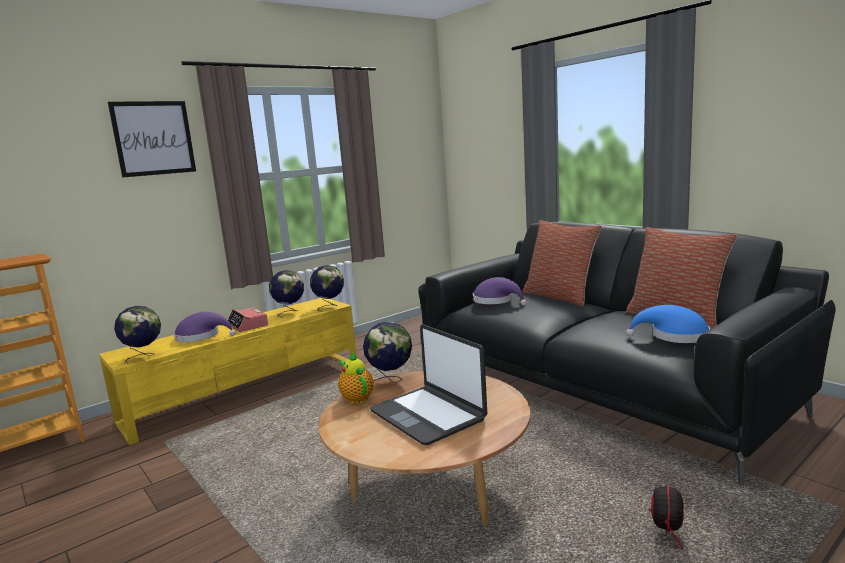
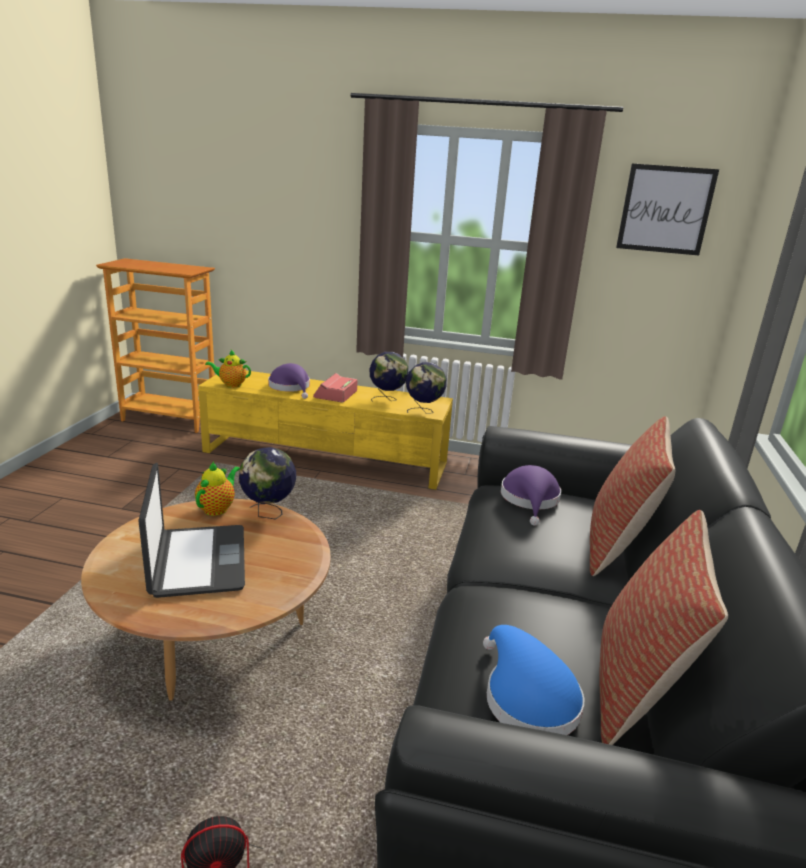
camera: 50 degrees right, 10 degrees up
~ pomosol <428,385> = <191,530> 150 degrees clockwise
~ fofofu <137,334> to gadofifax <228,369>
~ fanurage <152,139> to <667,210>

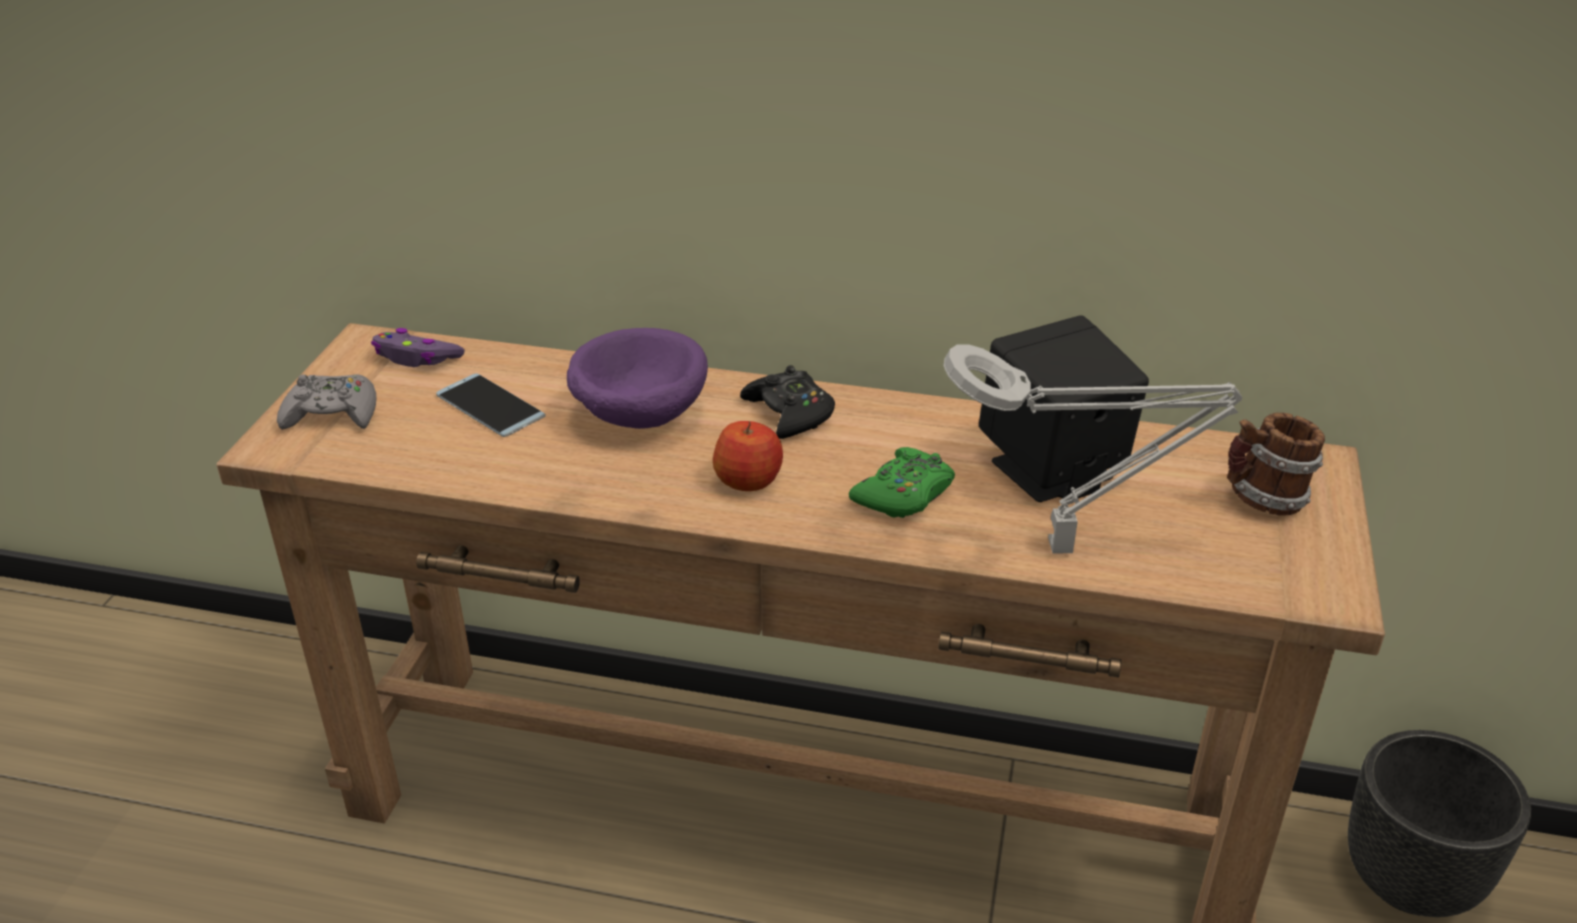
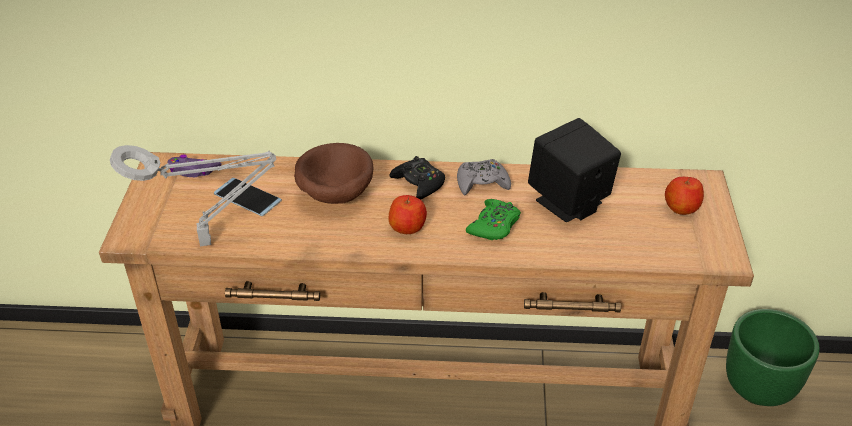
camera: 10 degrees left, 5 degrees up
~ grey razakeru <1092,449> to <193,195>
~ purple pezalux <637,378> to brown pezalux <333,173>
~ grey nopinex <326,402> to <484,177>
~ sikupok <1276,464> to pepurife <684,196>
~ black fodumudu <1439,823> to green fodumudu <773,357>

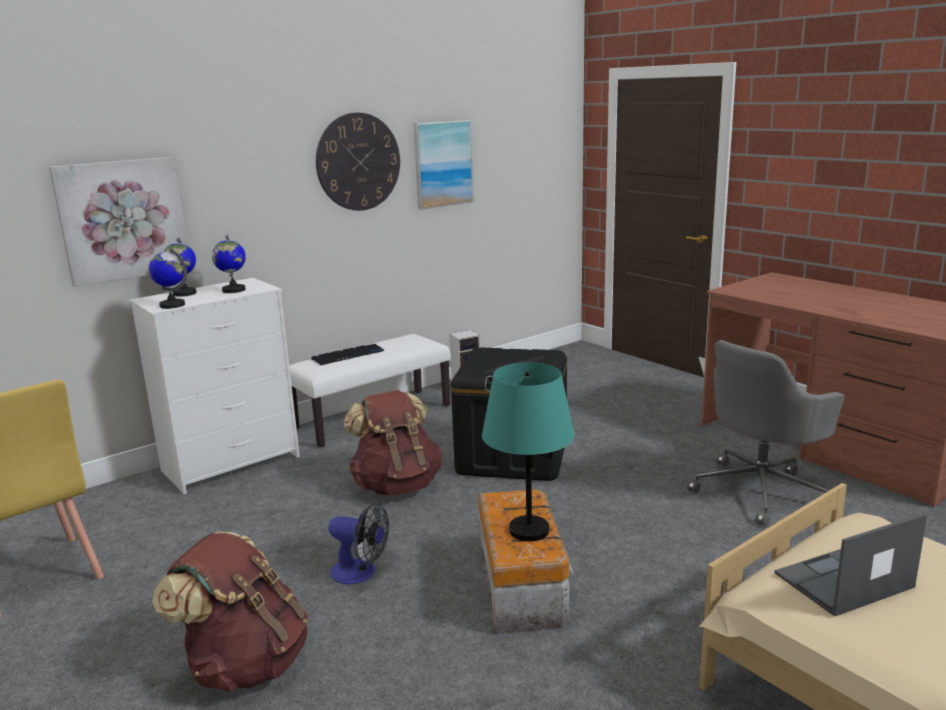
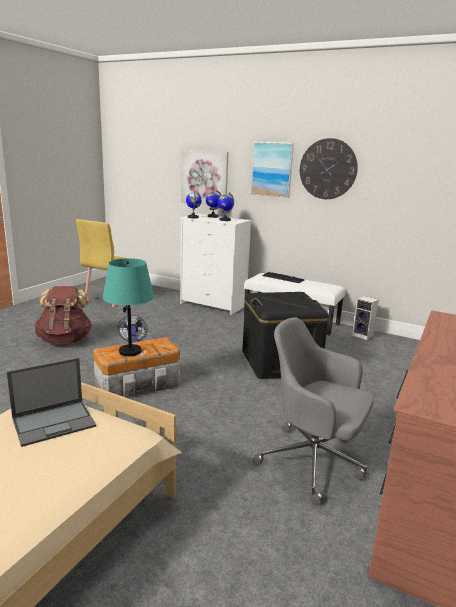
camera: 65 degrees right, 0 degrees up
~ pomosol <850,565> = <51,402> 105 degrees clockwise
~ fanurage <443,165> to <272,170>
- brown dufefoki <393,443>

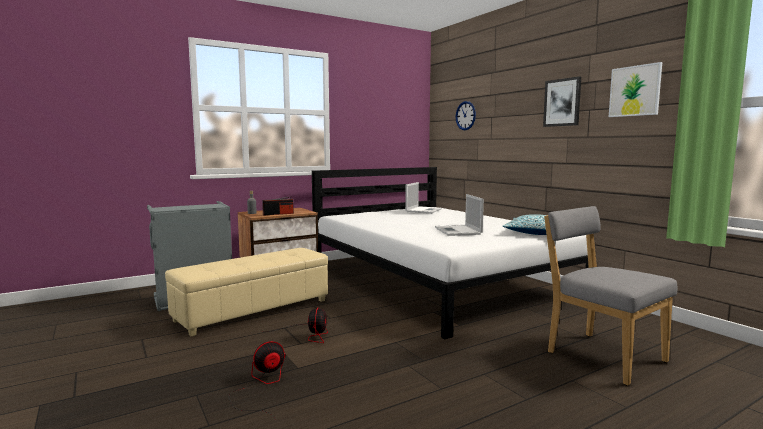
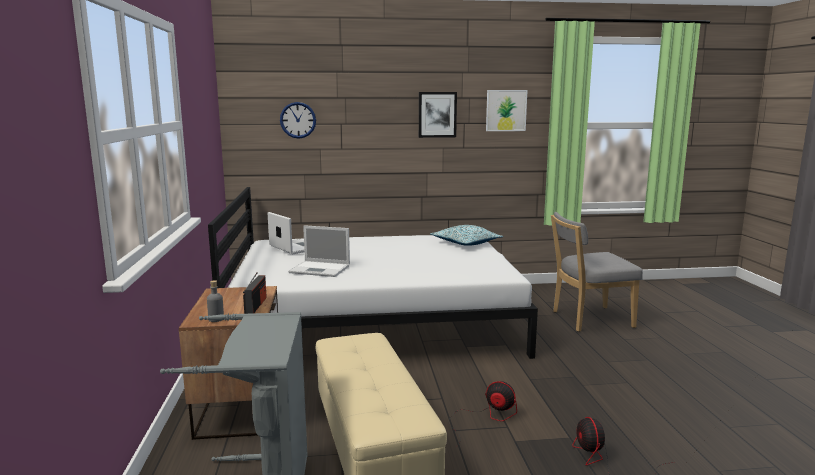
camera: 65 degrees left, 5 degrees up
~ pomosol <459,215> to <319,251>

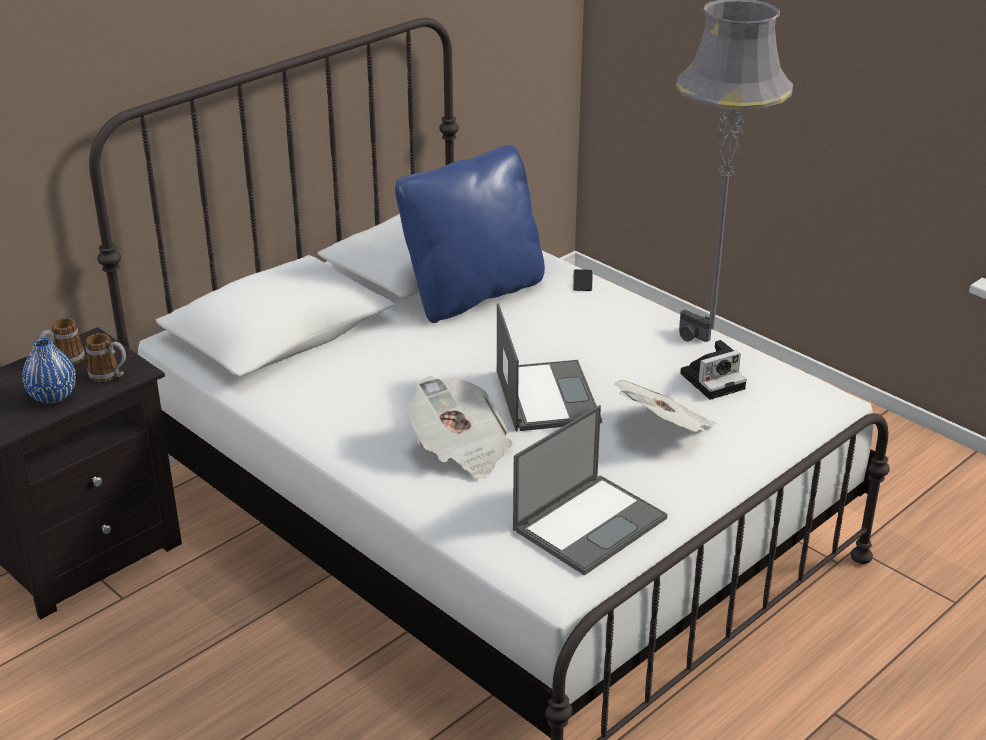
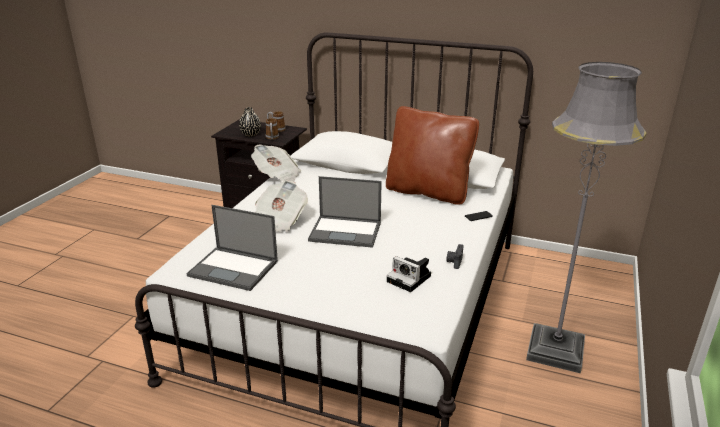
camera: 65 degrees right, 5 degrees down
~ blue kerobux <49,371> to black kerobux <250,121>
~ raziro <665,406> to <276,162>
~ pomosol <549,367> = <345,212> 45 degrees clockwise
~ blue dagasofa <470,234> to brown dagasofa <432,155>

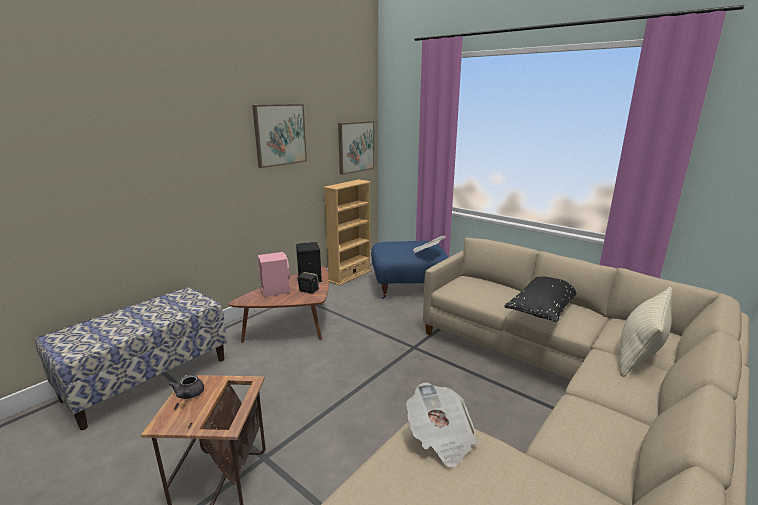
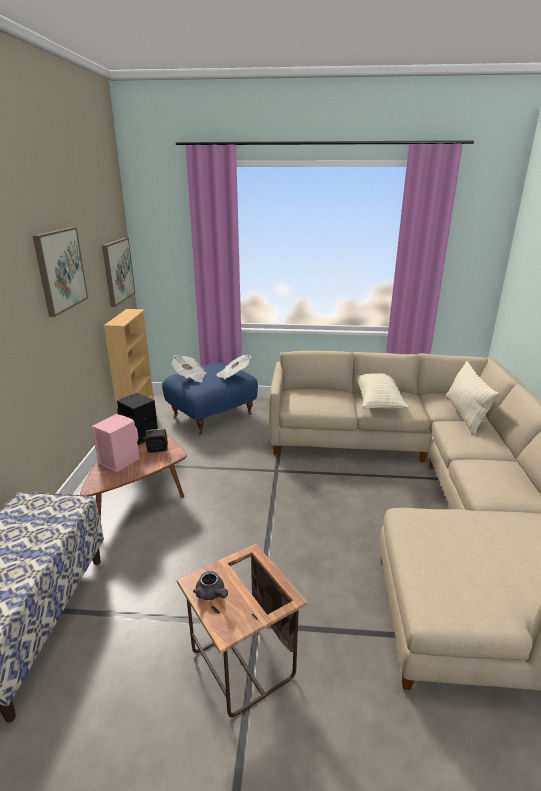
camera: 35 degrees left, 5 degrees up
~ raziro <442,425> to <189,368>
~ black dagasofa <540,299> to beige dagasofa <382,391>

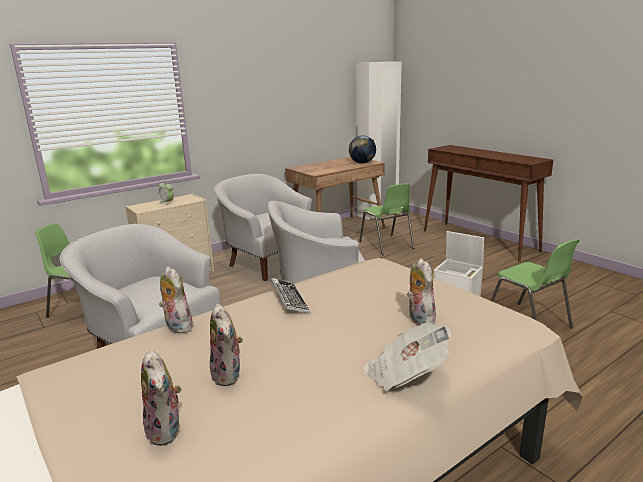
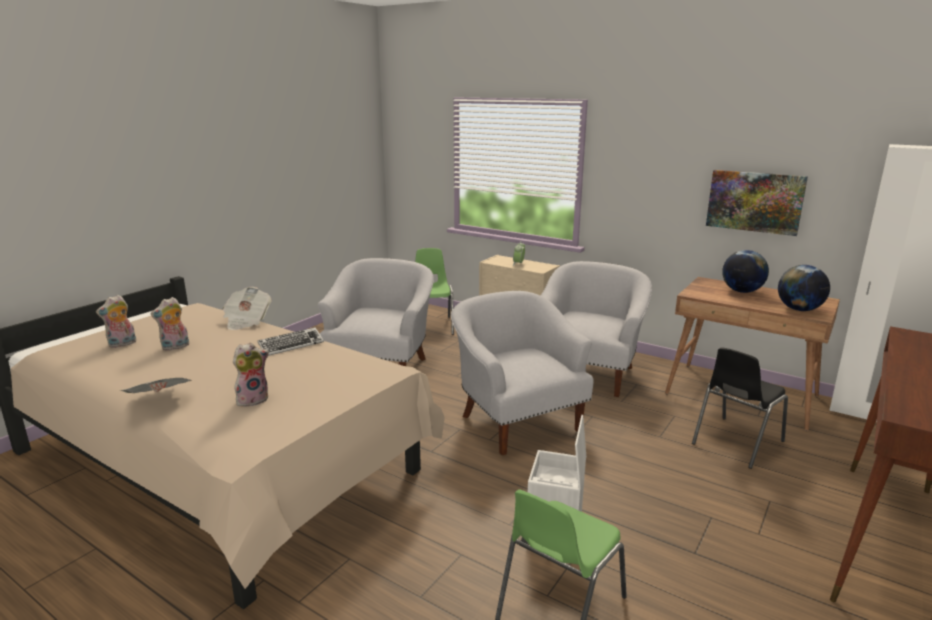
camera: 70 degrees right, 0 degrees up
~ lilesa <176,300> to raziro <247,308>
~ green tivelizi <386,219> to black tivelizi <740,408>
+ fanurage <757,203>
+ fofofu <745,271>

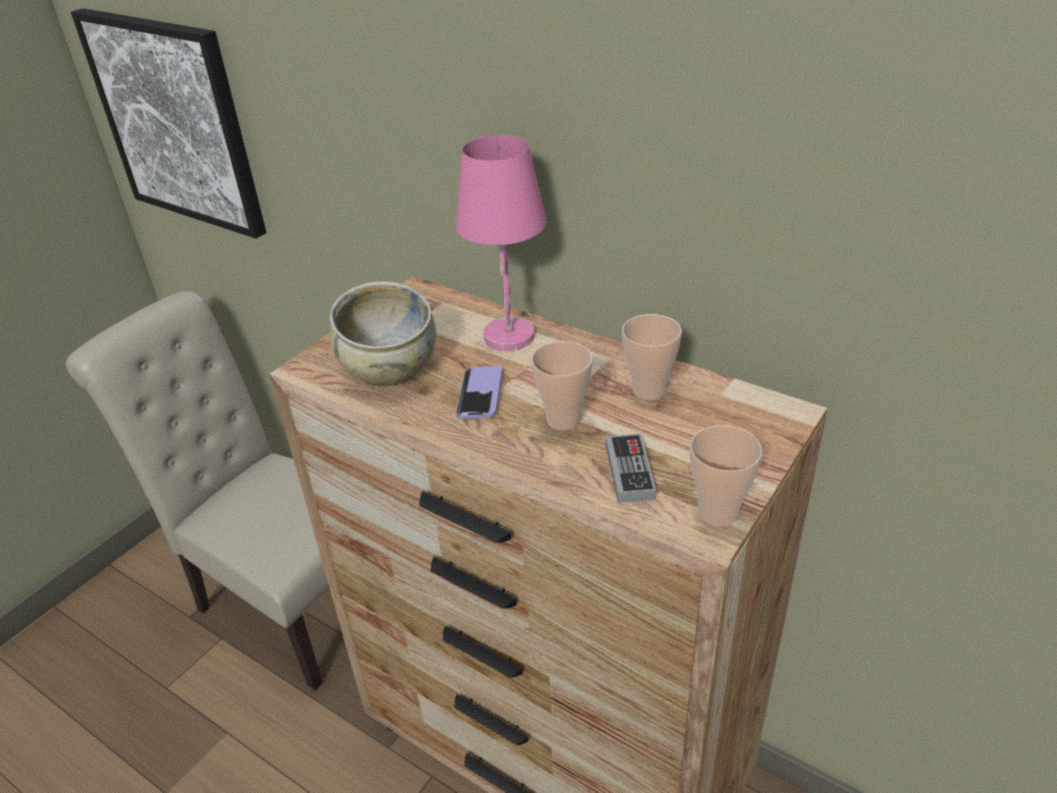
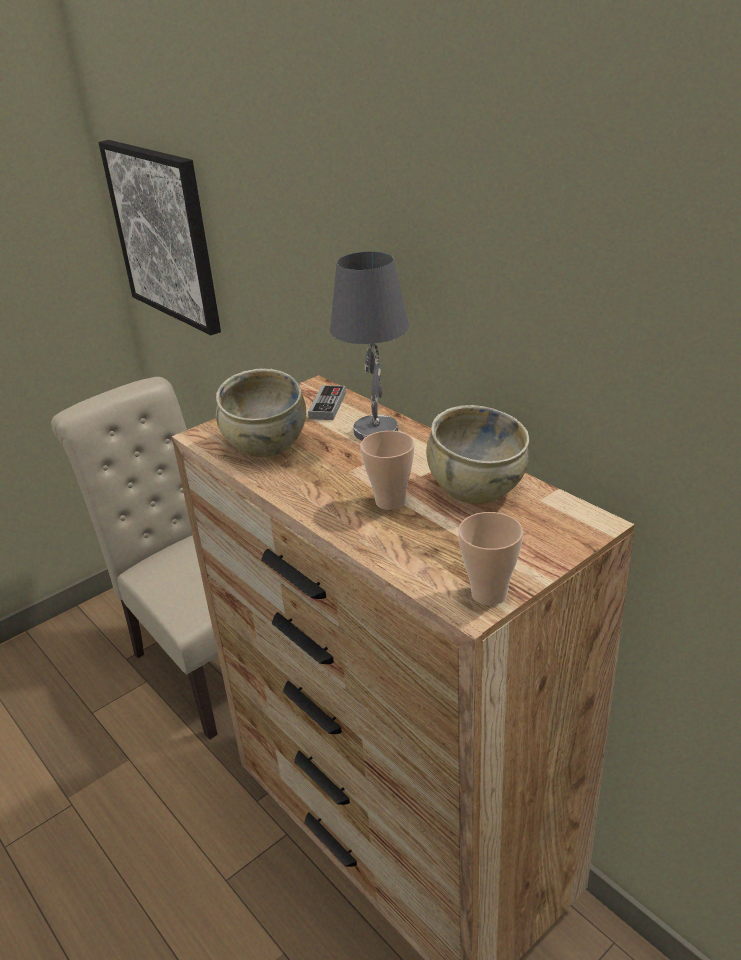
camera: 15 degrees right, 5 degrees down
~ nopinex <631,468> to <327,402>
~ pink razakeru <501,243> to grey razakeru <369,345>
~ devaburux <652,357> to beige pezalux <477,454>
- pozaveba <479,392>

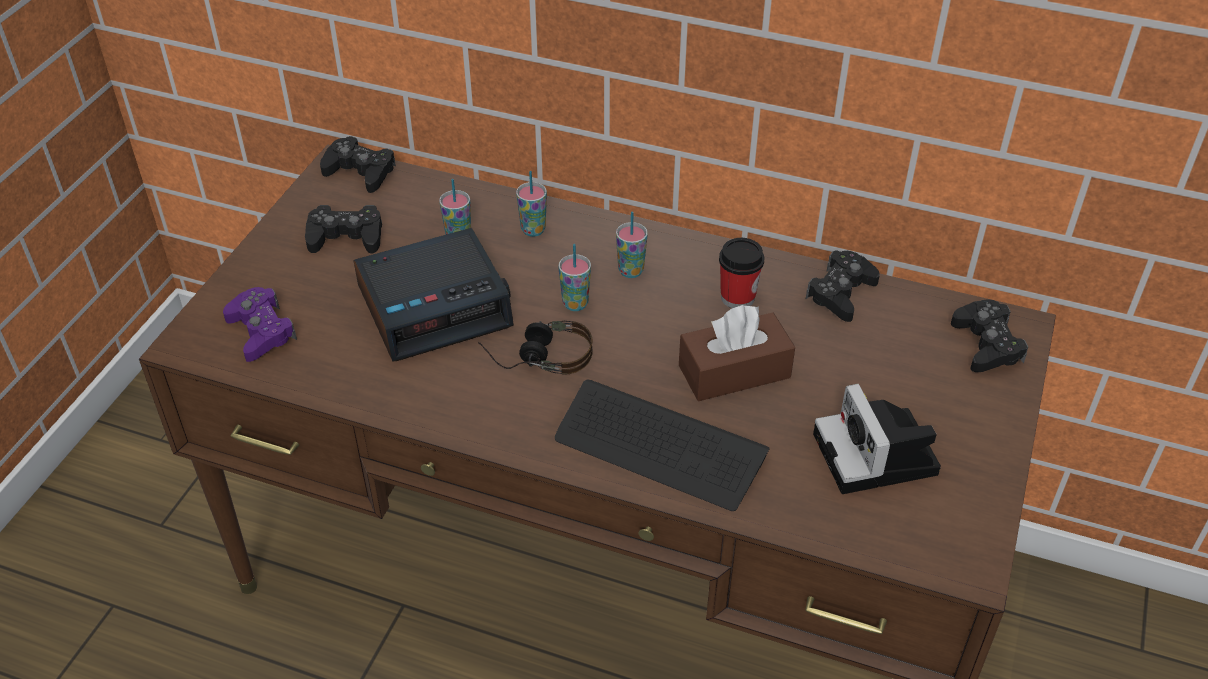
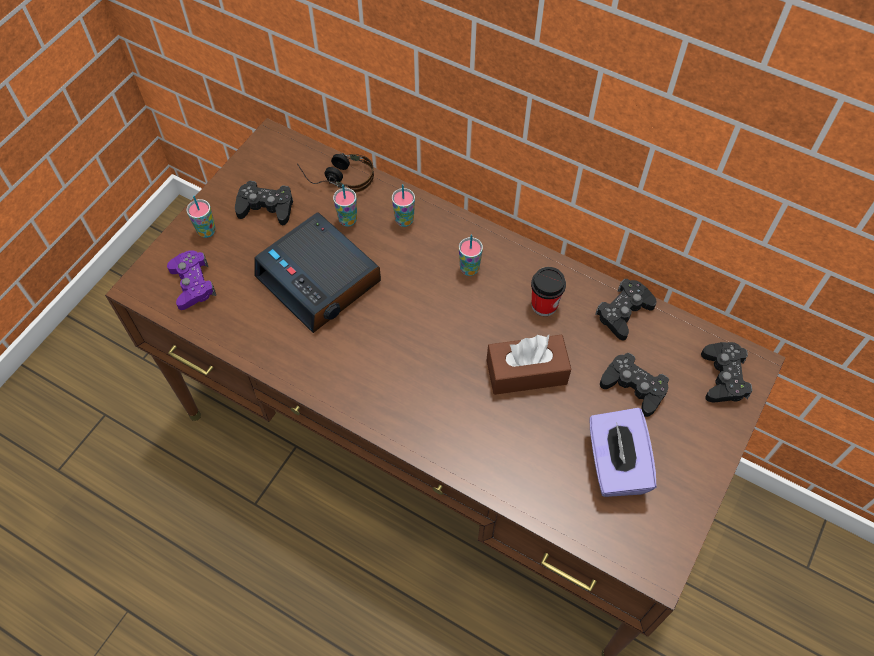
camera: 10 degrees right, 15 degrees up
~ devaburux <574,277> to <201,217>
~ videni <434,295> = <318,272> 60 degrees clockwise
~ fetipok <535,348> to <335,172>
~ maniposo <877,439> to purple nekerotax <623,452>
~ black nopinex <358,164> to <634,385>
- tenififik <662,445>

